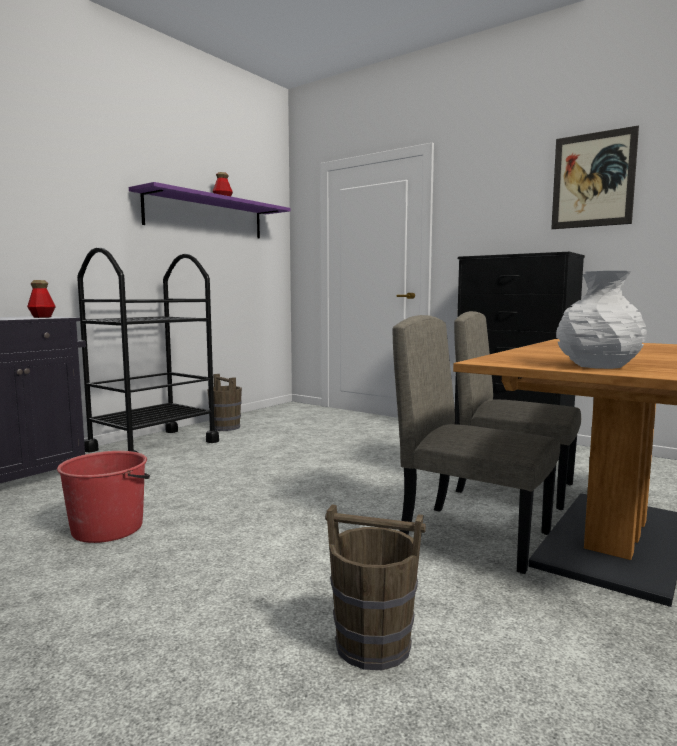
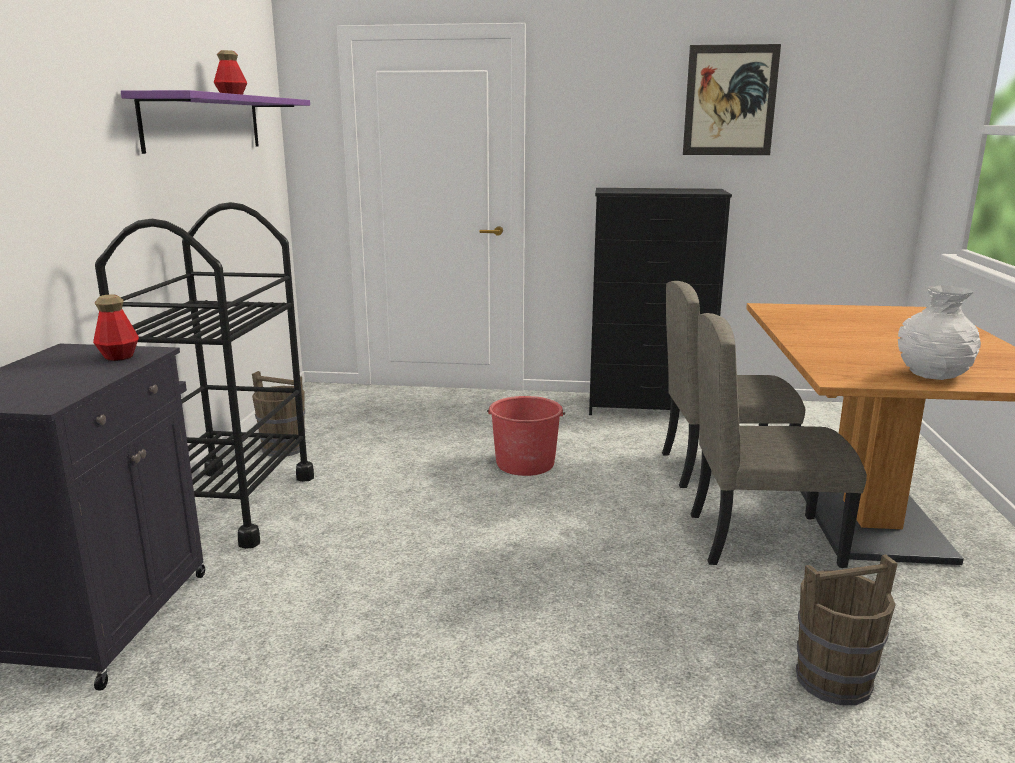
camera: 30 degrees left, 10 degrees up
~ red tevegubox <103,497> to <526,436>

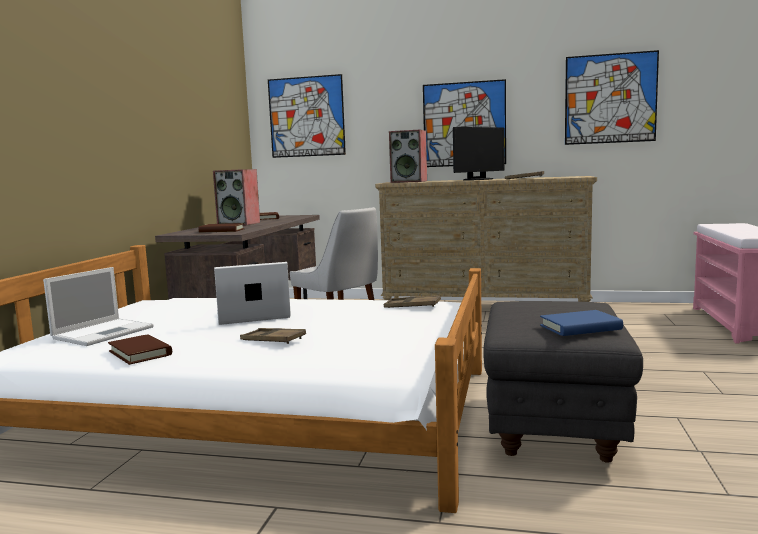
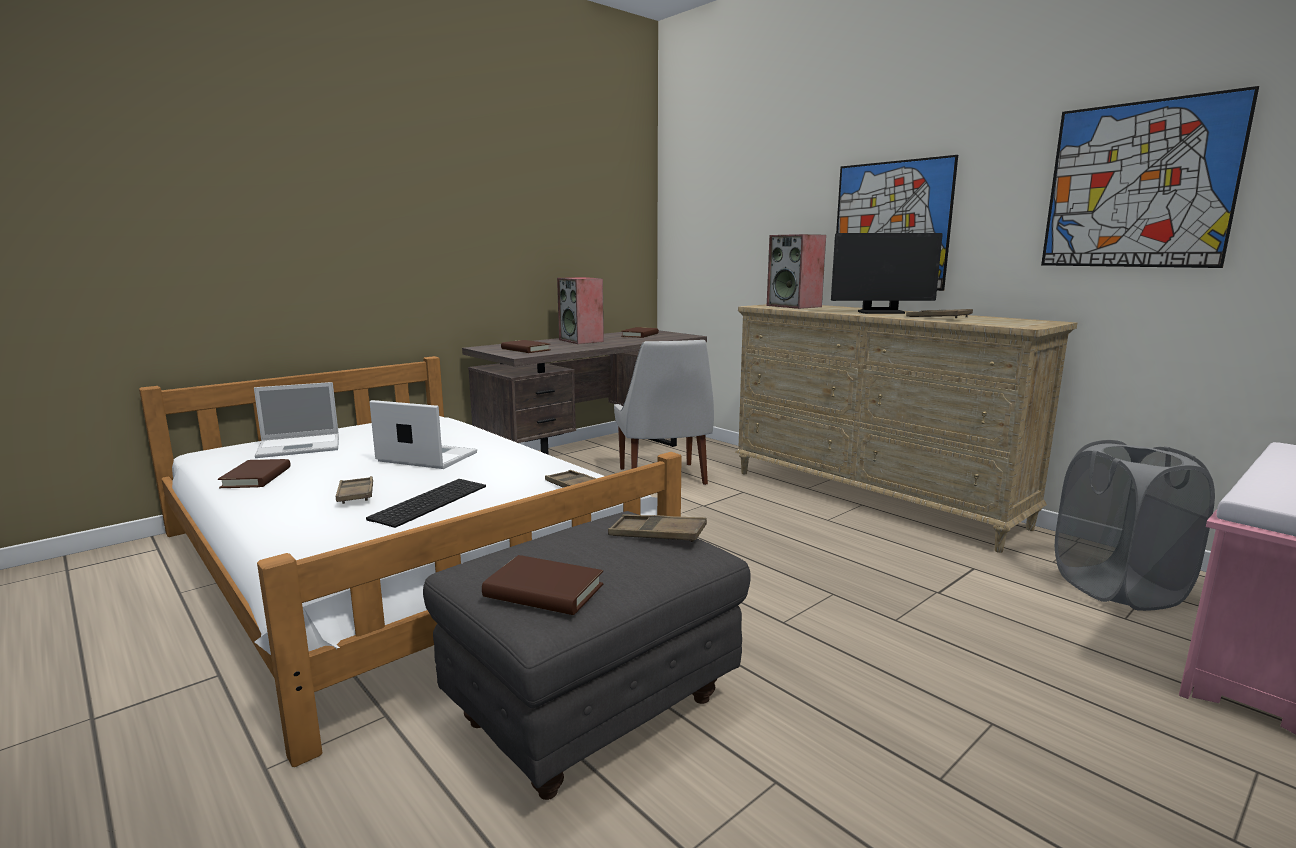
camera: 35 degrees right, 5 degrees up
+ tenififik <426,503>
~ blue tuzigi <581,323> to brown tuzigi <542,585>
+ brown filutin <657,528>
+ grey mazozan <1135,525>
- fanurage <307,116>

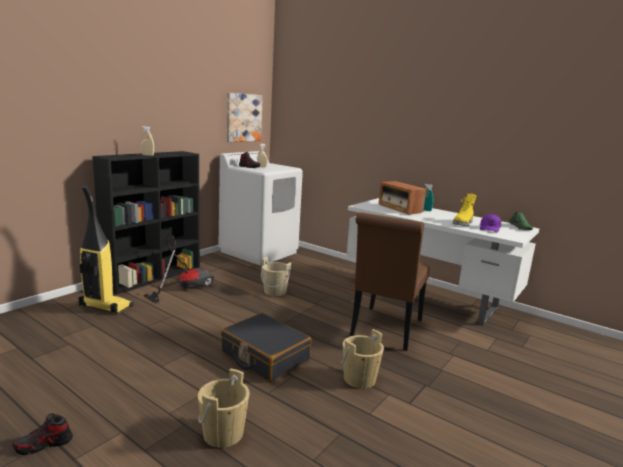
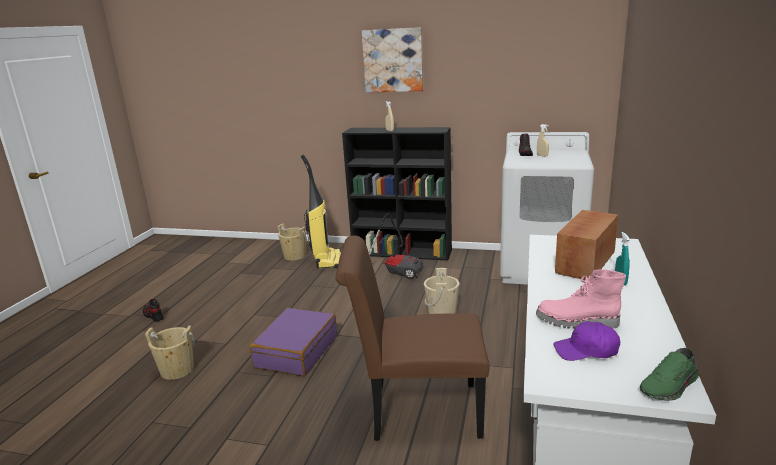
camera: 70 degrees right, 5 degrees up
~ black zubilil <266,347> to purple zubilil <293,342>
~ beige tevegubox <362,359> to <292,242>
~ fanurage <245,117> to <392,60>
~ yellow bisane <464,210> to pink bisane <581,299>

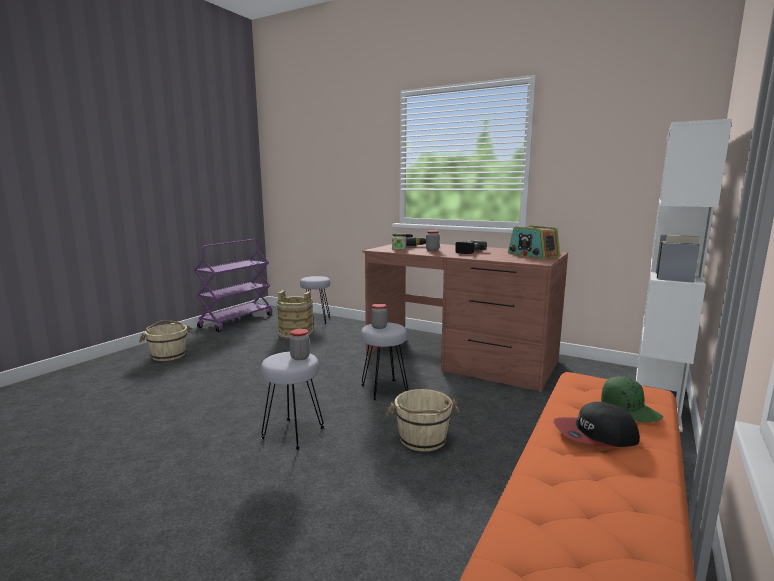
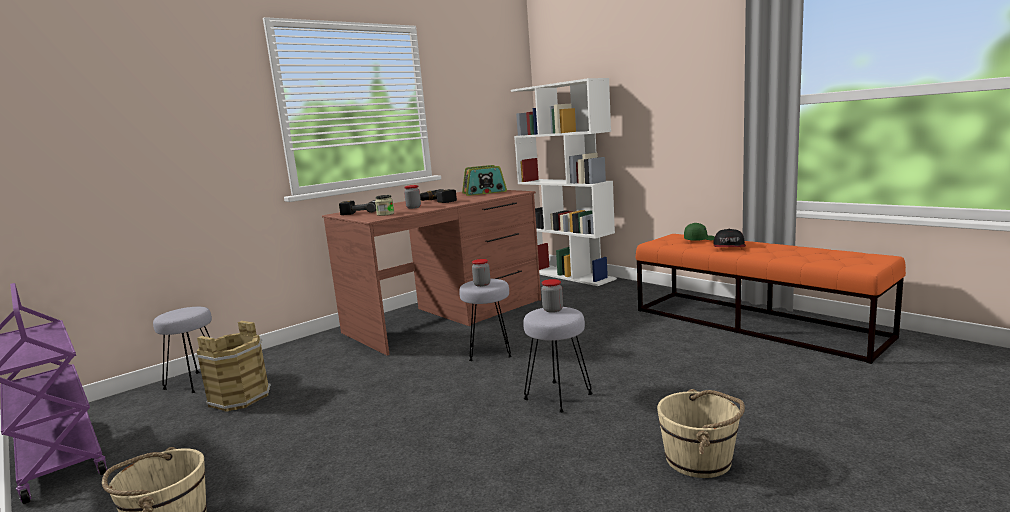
camera: 70 degrees left, 0 degrees up
~ beige tevegubox <423,420> to <701,433>

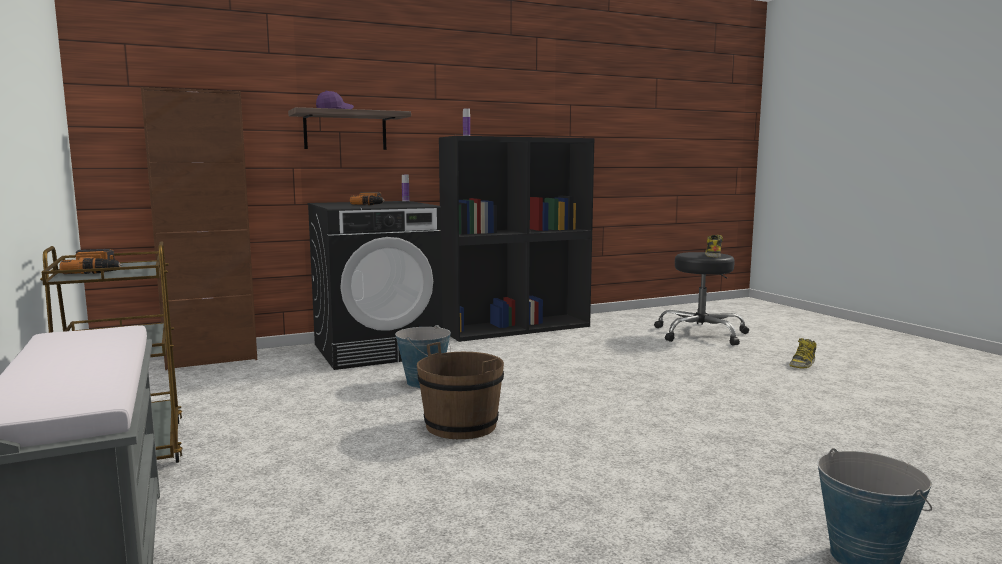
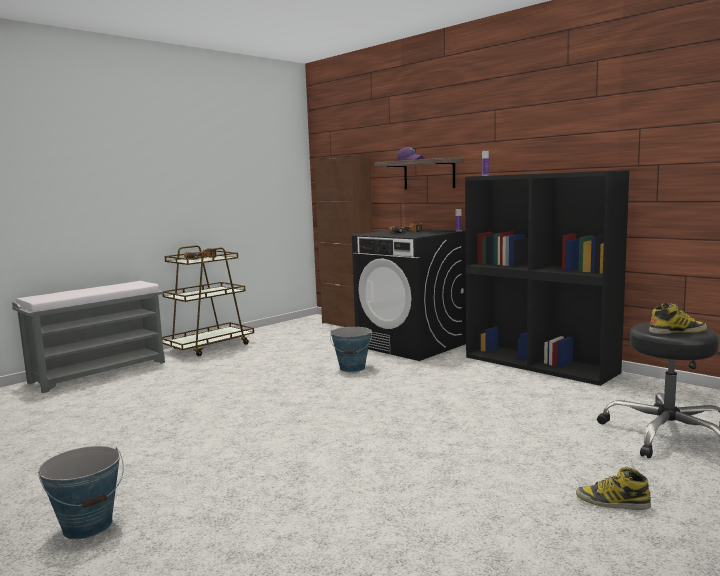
camera: 70 degrees right, 0 degrees up
- brown tevegubox <460,390>

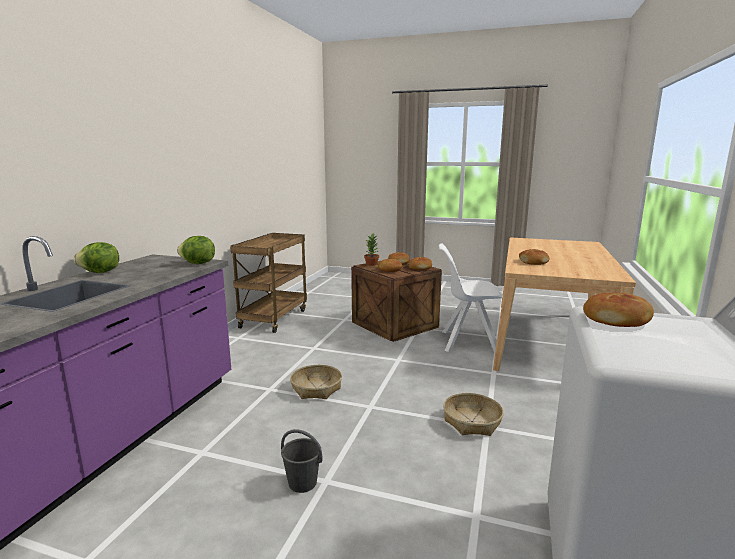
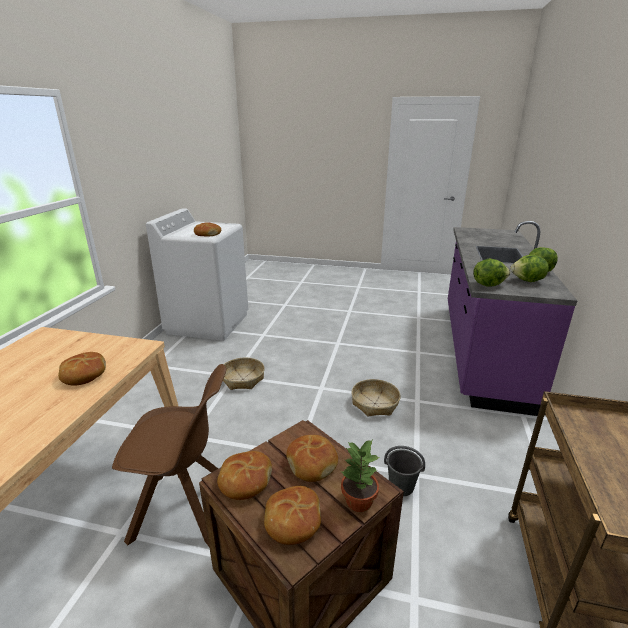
camera: 175 degrees right, 10 degrees up
~ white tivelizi <471,298> to brown tivelizi <169,455>
~ grey tevegubox <301,461> to <404,471>
+ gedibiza <529,268>

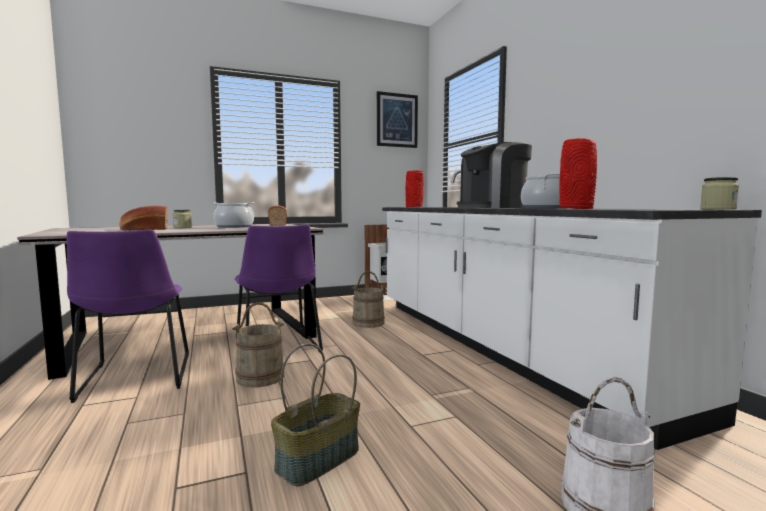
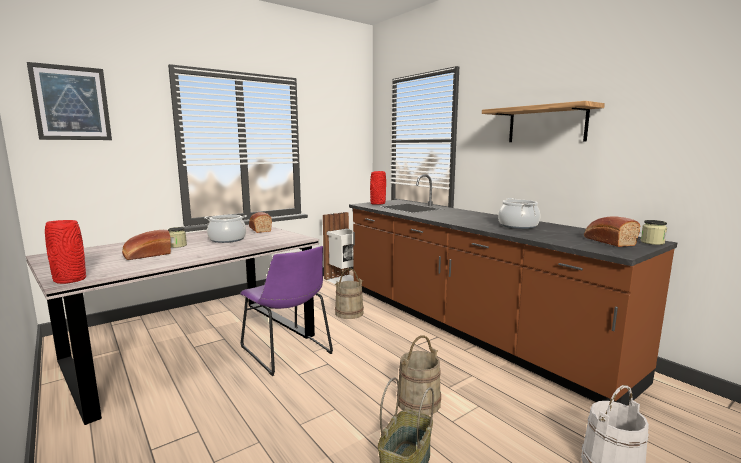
camera: 15 degrees left, 5 degrees up
~ fanurage <397,119> to <69,101>
~ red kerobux <578,173> to <65,252>
~ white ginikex <572,310> to brown ginikex <513,290>
~ beige tevegubox <258,345> to <419,375>
+ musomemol <543,121>
+ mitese <612,232>
- purple tivelizi <128,316>
- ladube <494,175>

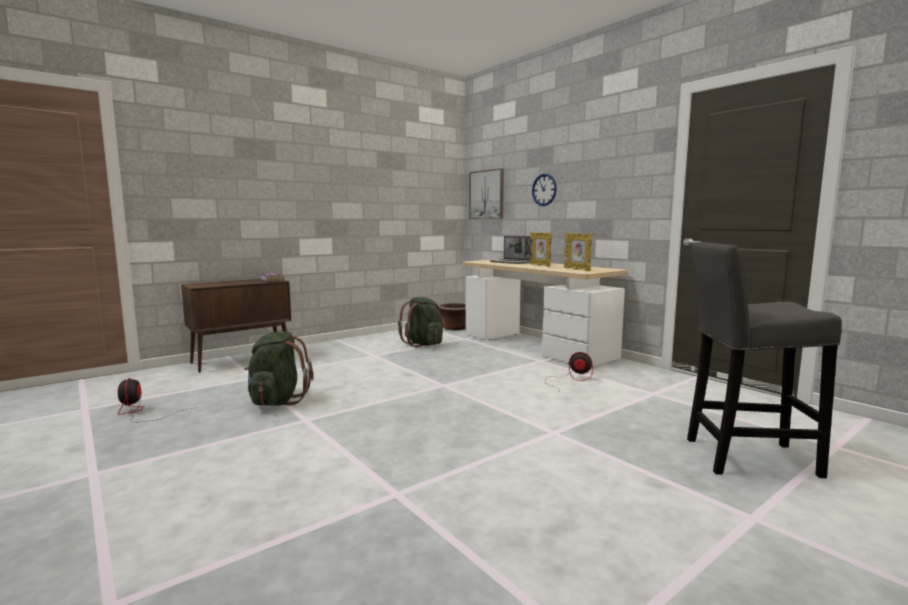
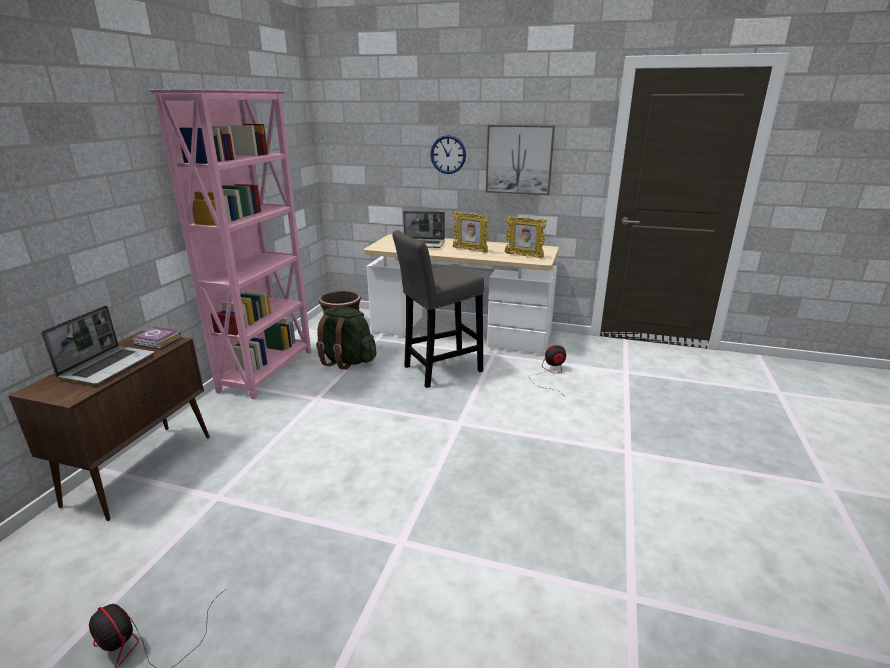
camera: 35 degrees left, 15 degrees up
+ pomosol <98,345>
+ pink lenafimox <230,244>
~ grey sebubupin <764,360> to <438,309>
~ fanurage <486,193> to <520,160>
- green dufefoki <279,368>

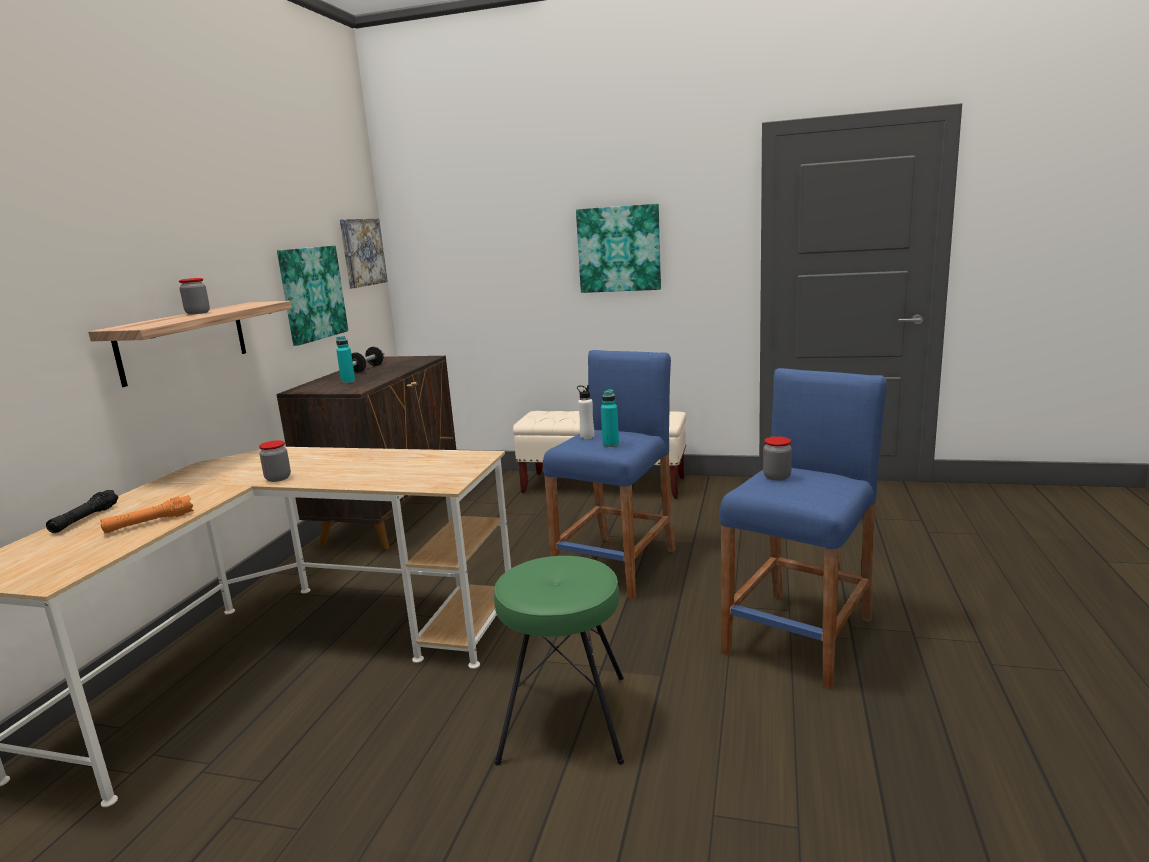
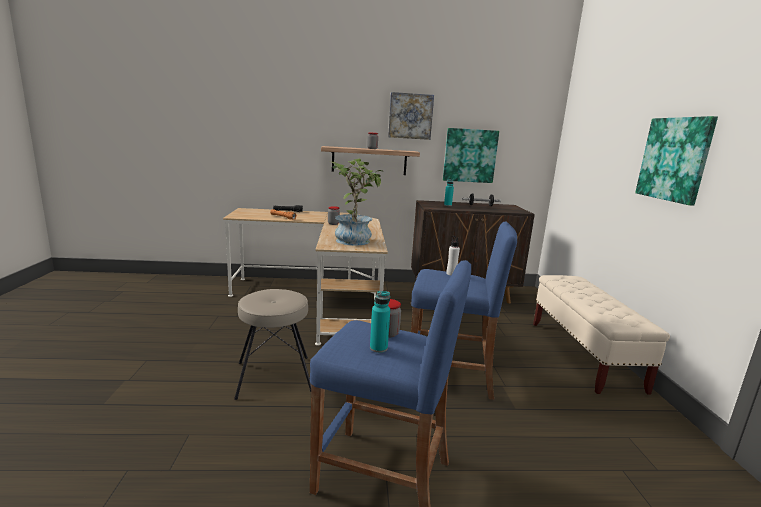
camera: 70 degrees right, 0 degrees up
~ green sebubupin <559,660> to beige sebubupin <272,344>
+ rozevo <357,202>
~ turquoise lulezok <610,418> to <380,322>
~ fanurage <364,253> to <411,116>

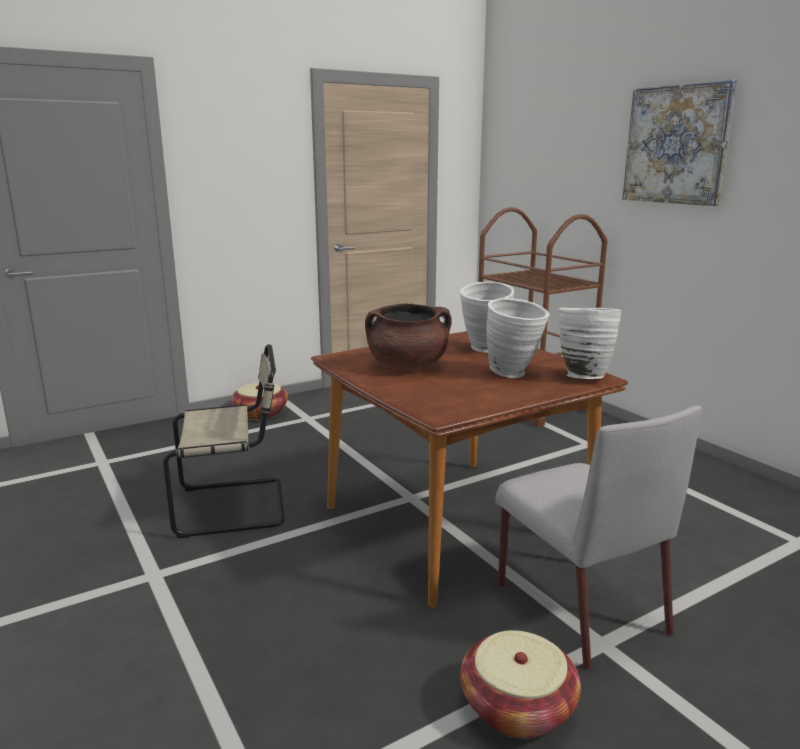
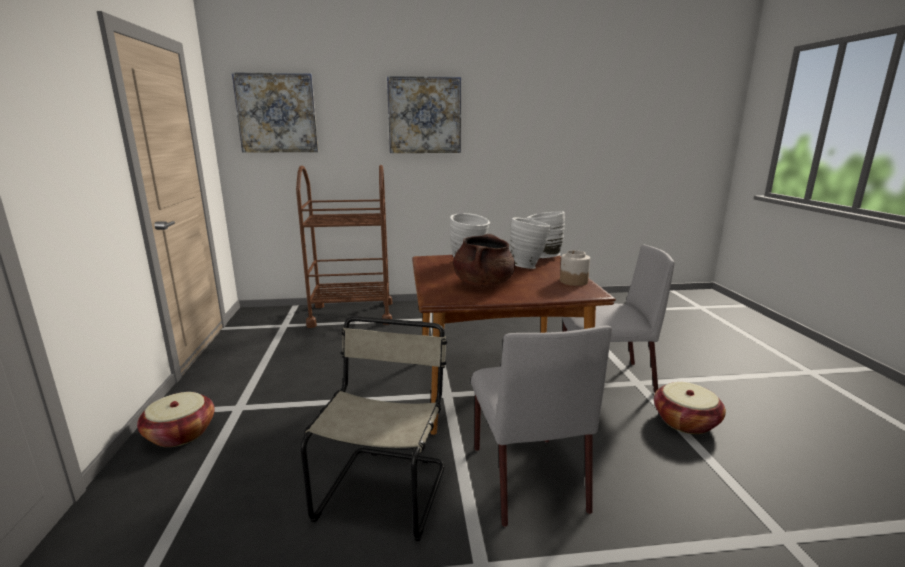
camera: 65 degrees left, 0 degrees up
+ fanurage <275,112>
+ grey tivelizi <541,426>
+ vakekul <575,268>

